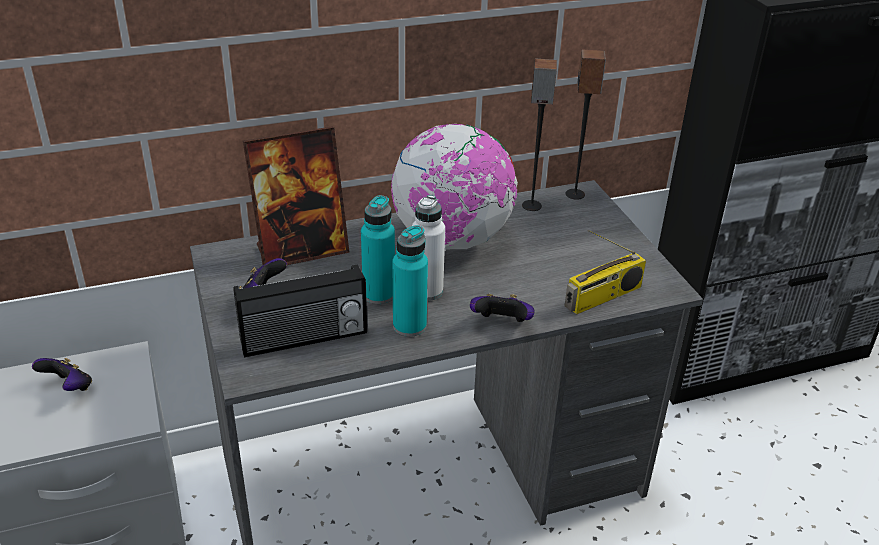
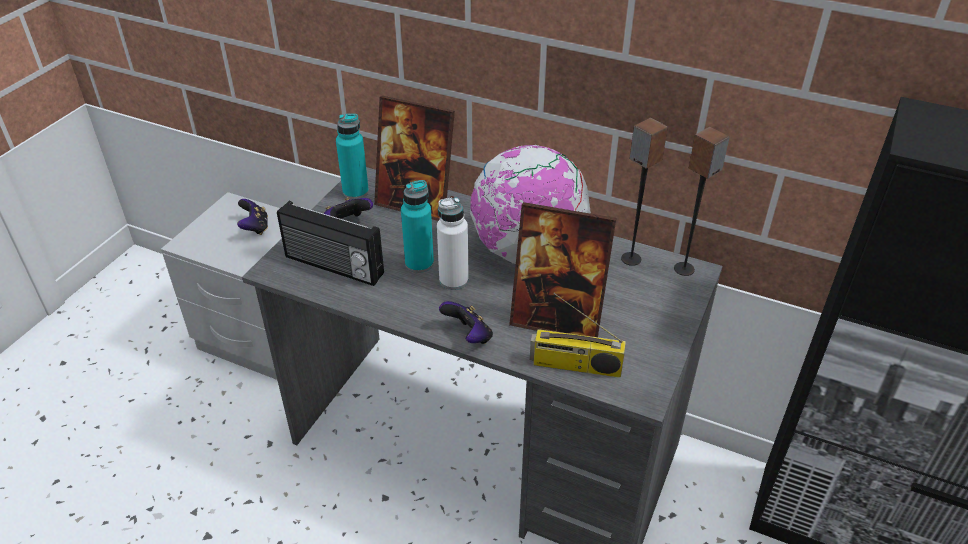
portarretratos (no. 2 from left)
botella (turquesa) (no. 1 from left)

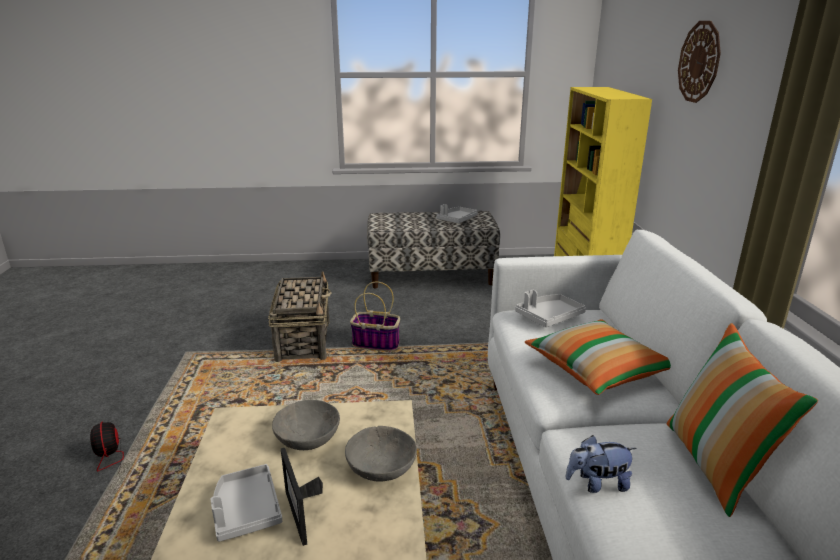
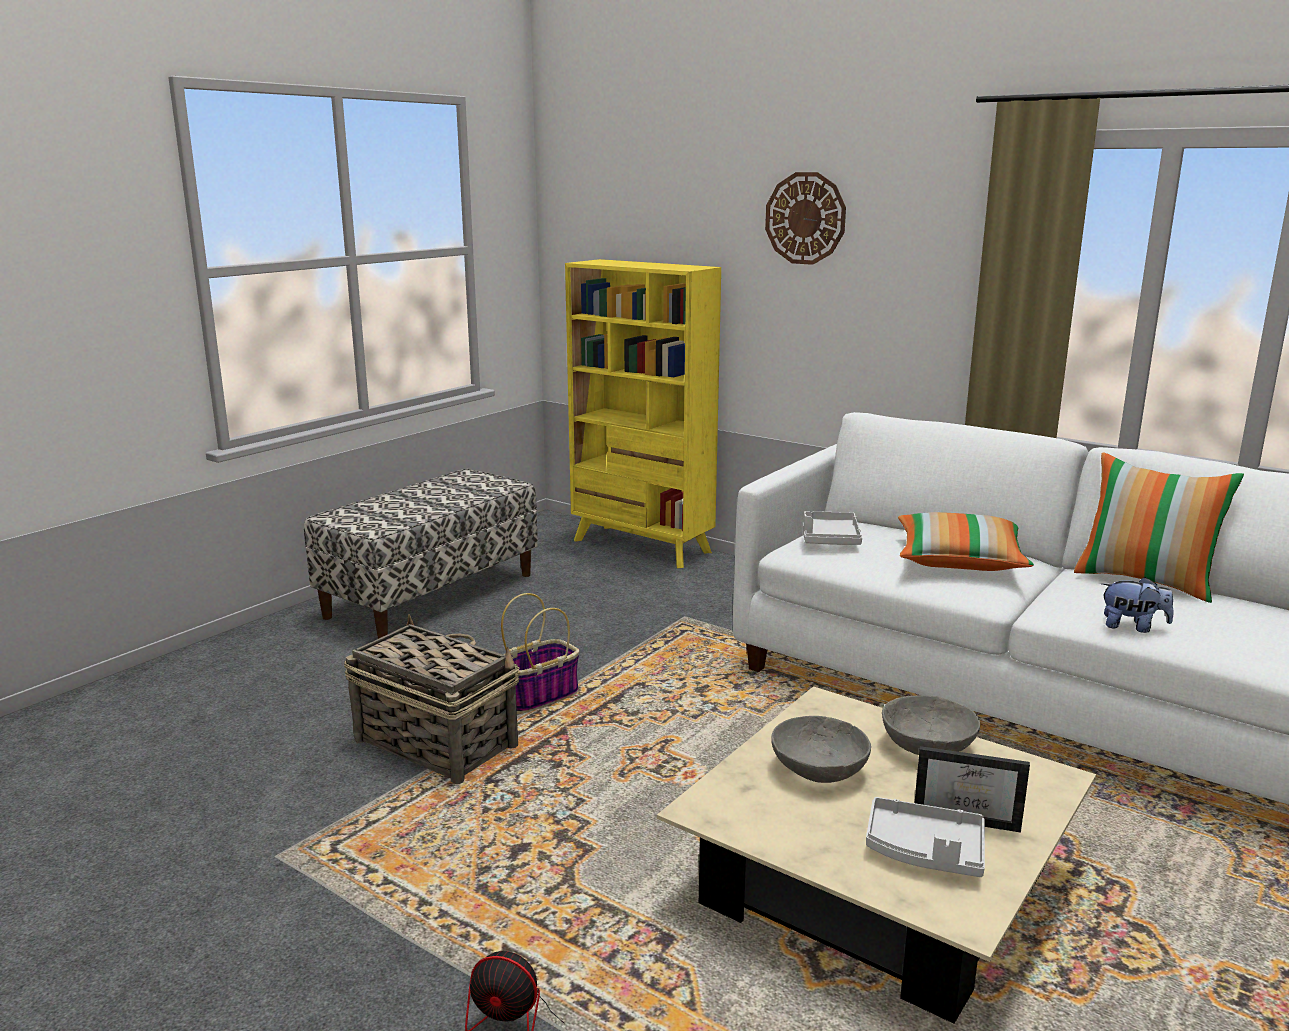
bandeja (gris) (no. 2 from left in the first image)
peluche

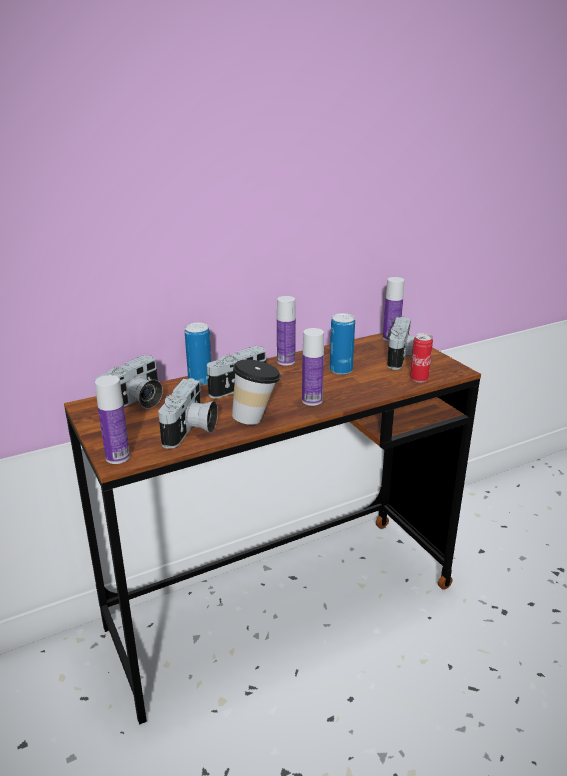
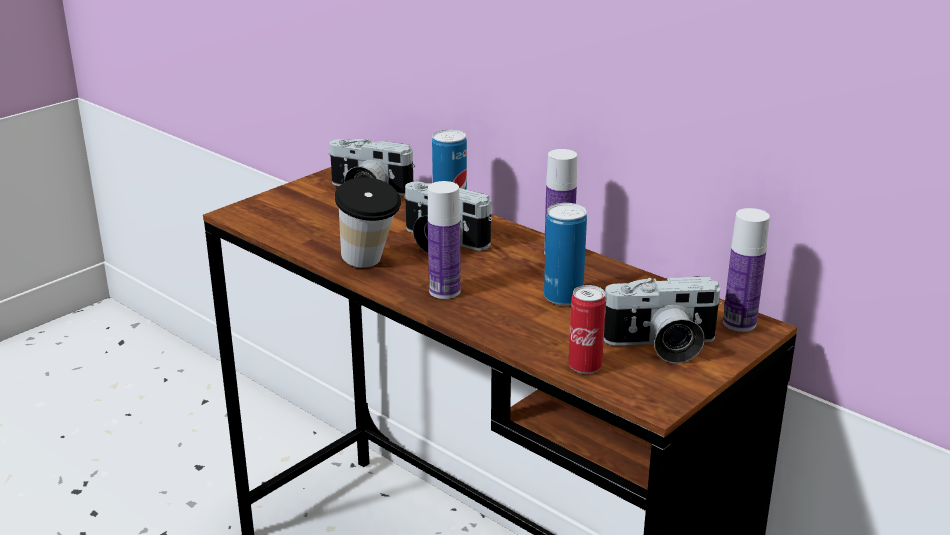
botella (no. 1 from left in the first image)
cámara (no. 2 from left in the first image)

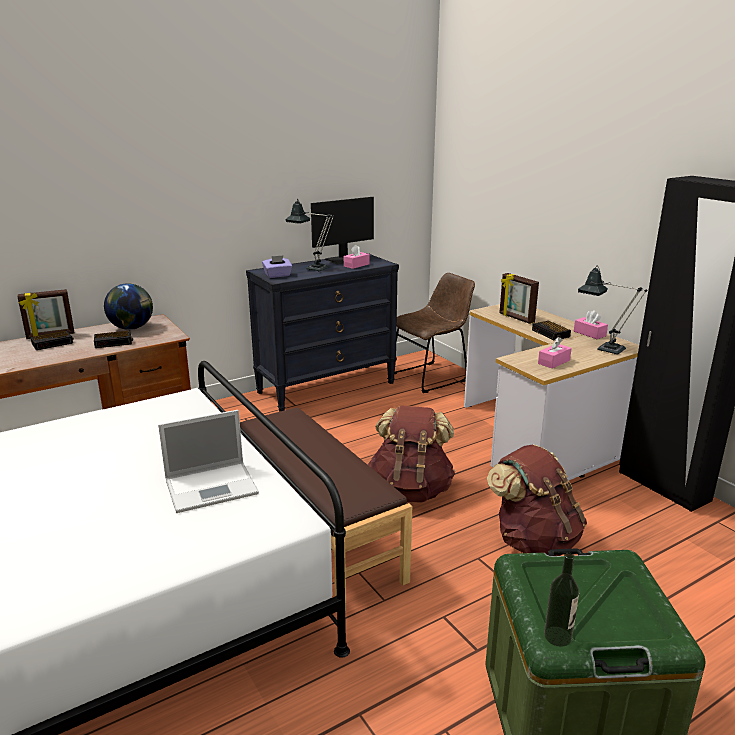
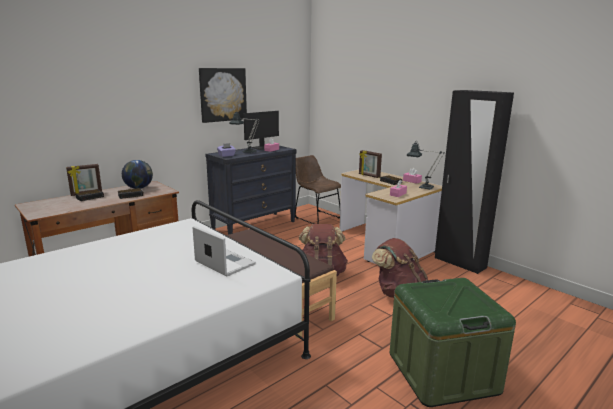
botella
cuadro
portátil
silla (marrón)

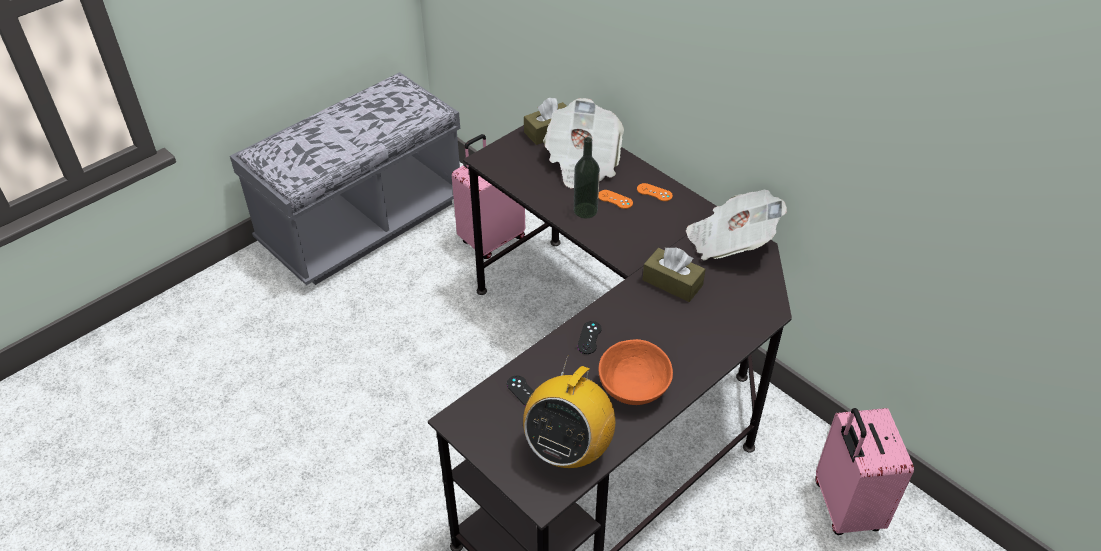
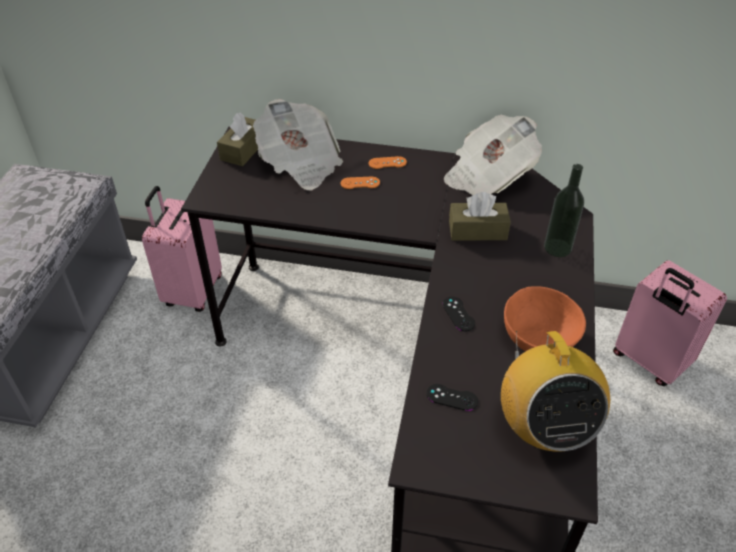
botella

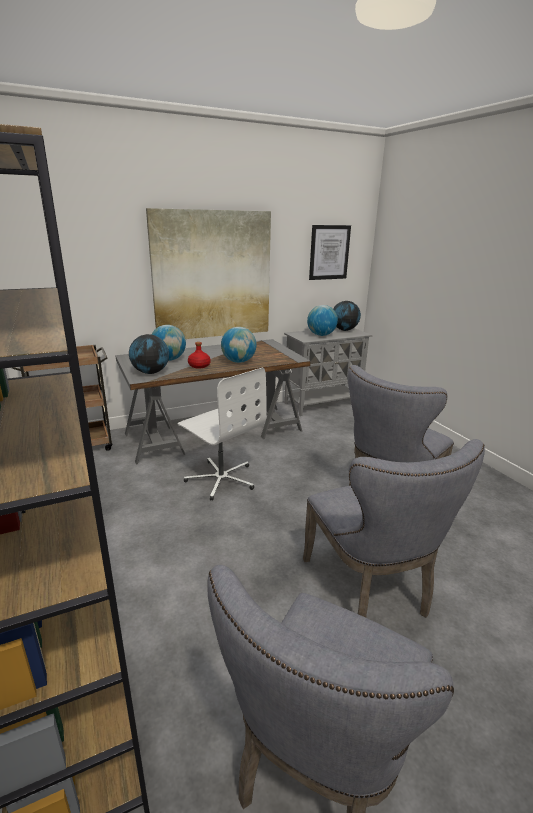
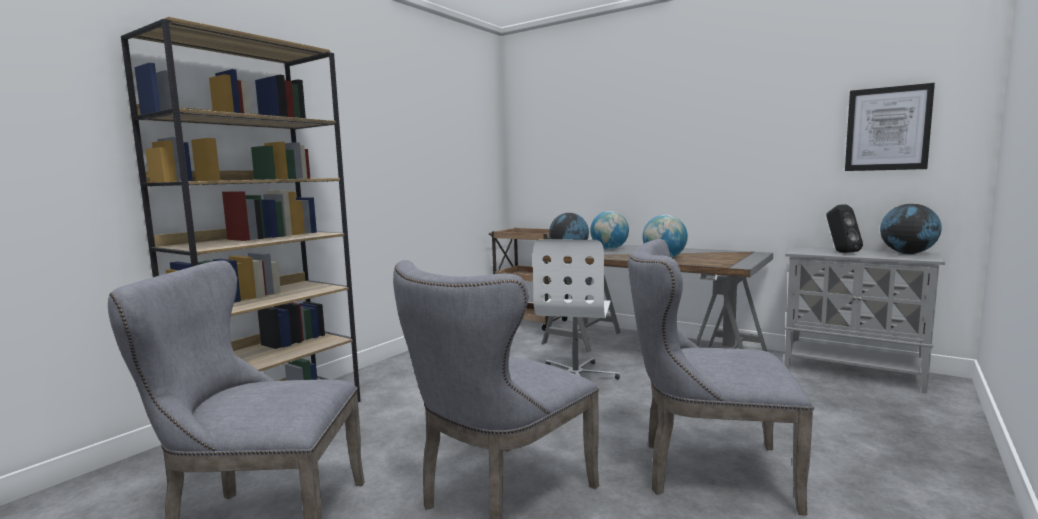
cuadro (no. 1 from left in the first image)
botella (rojo)
altavoz (negro)

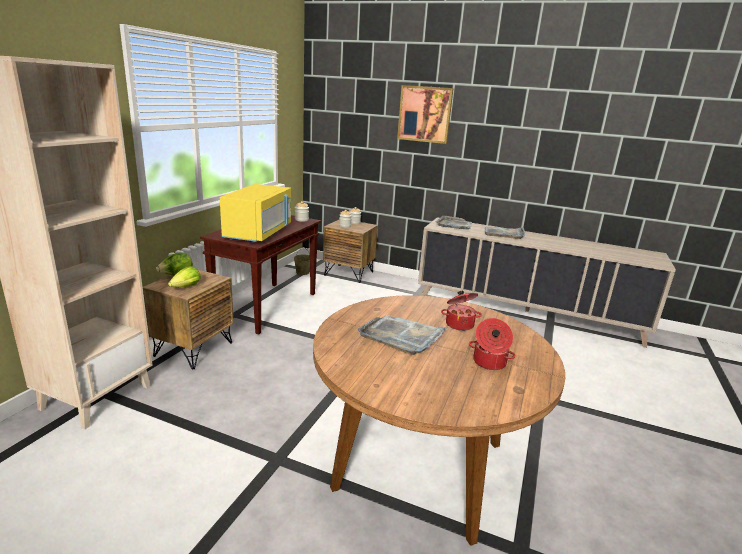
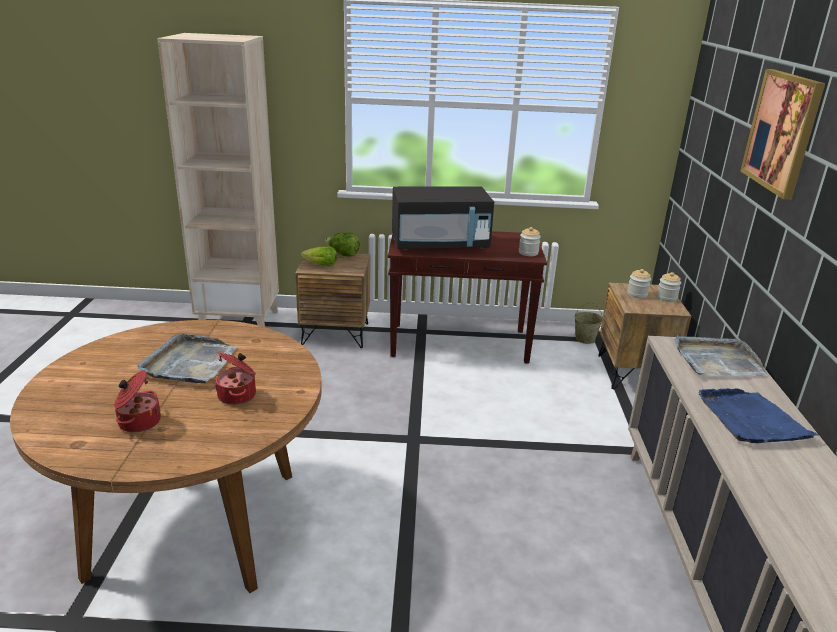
microondas (negro)
bandeja (azul)

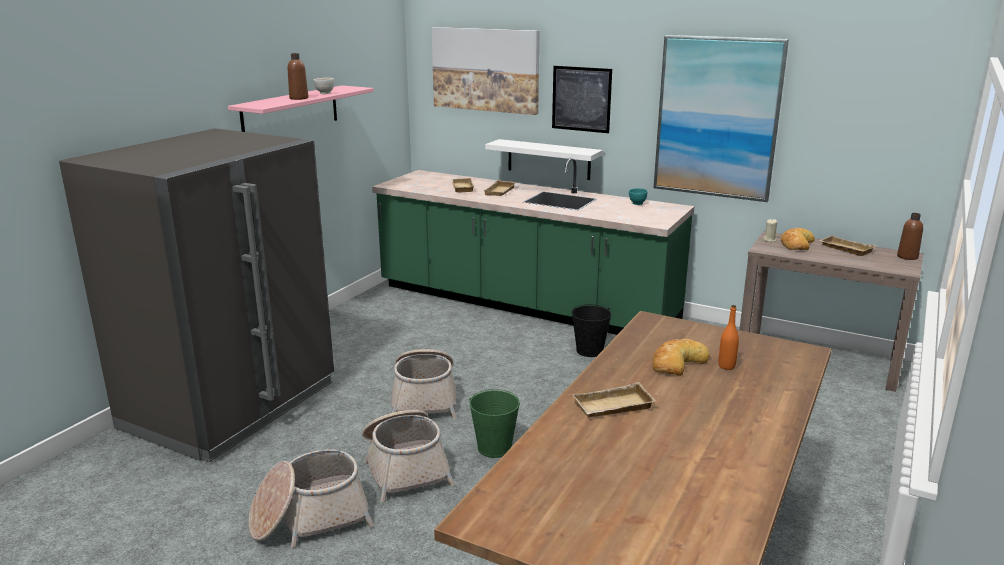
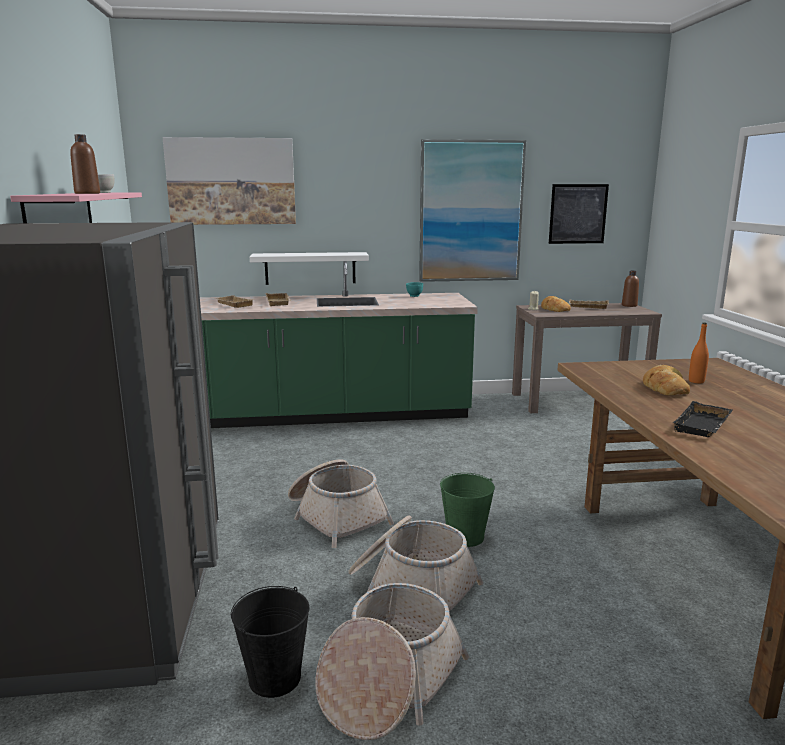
cuadro (no. 3 from left)
cubo (negro)
bandeja (negro)

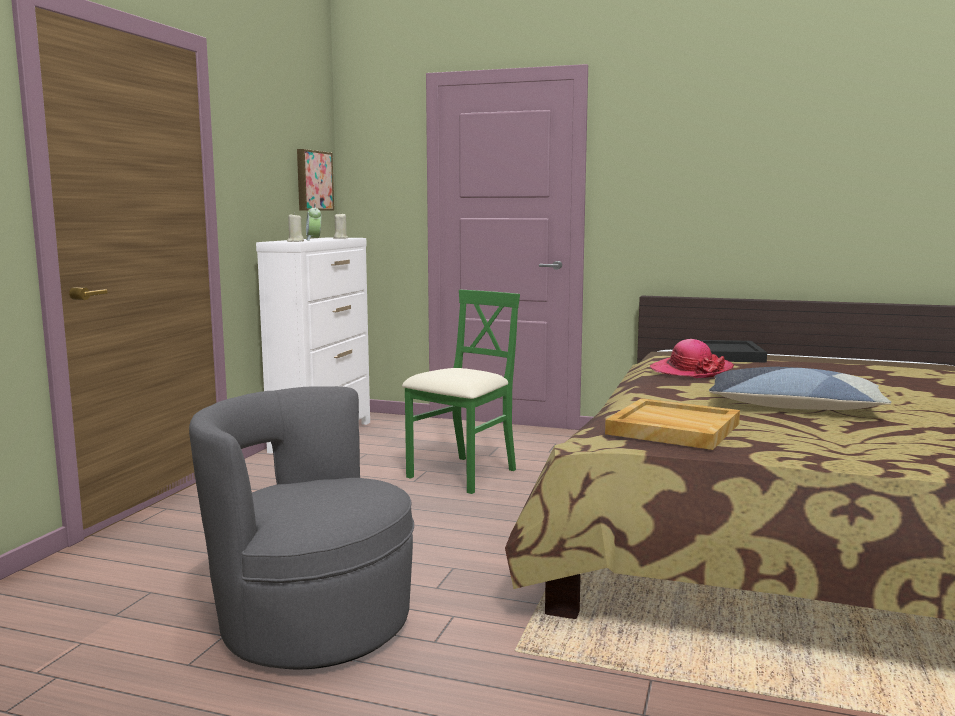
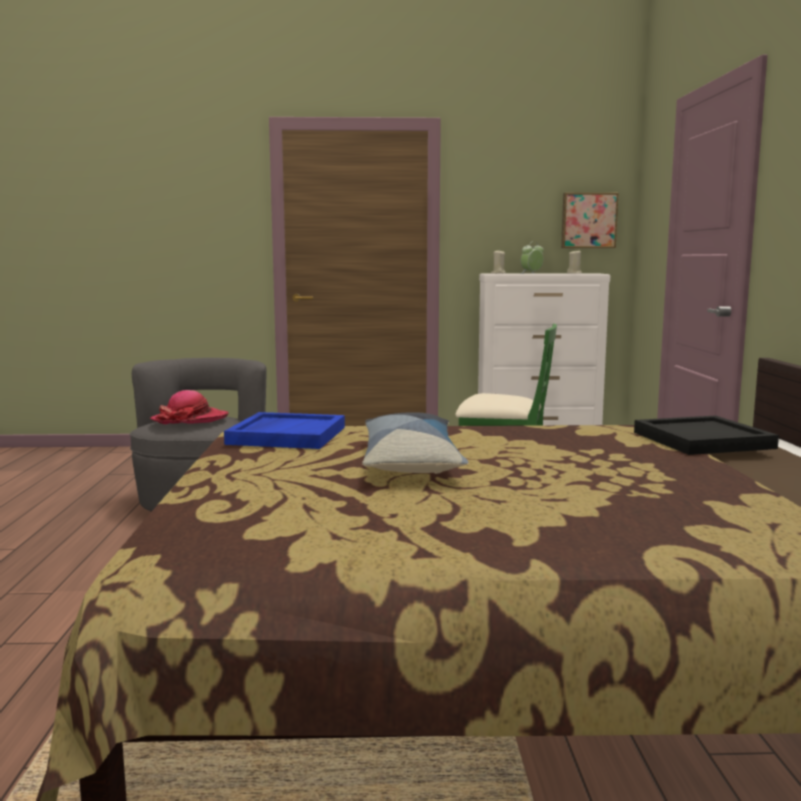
sombrero
bandeja (azul)

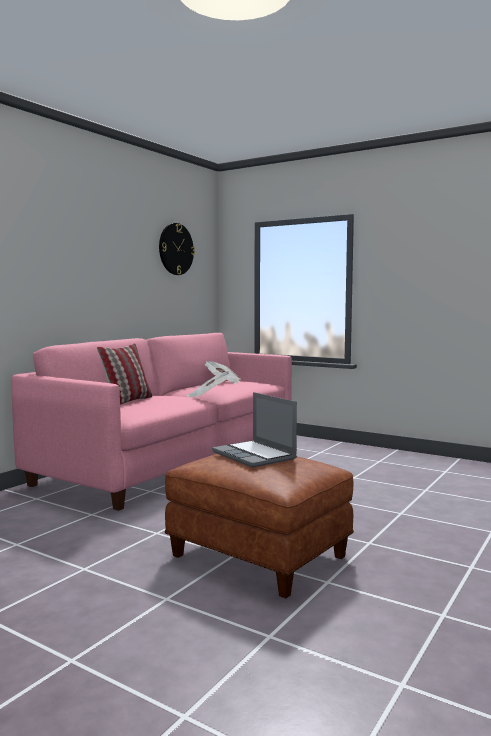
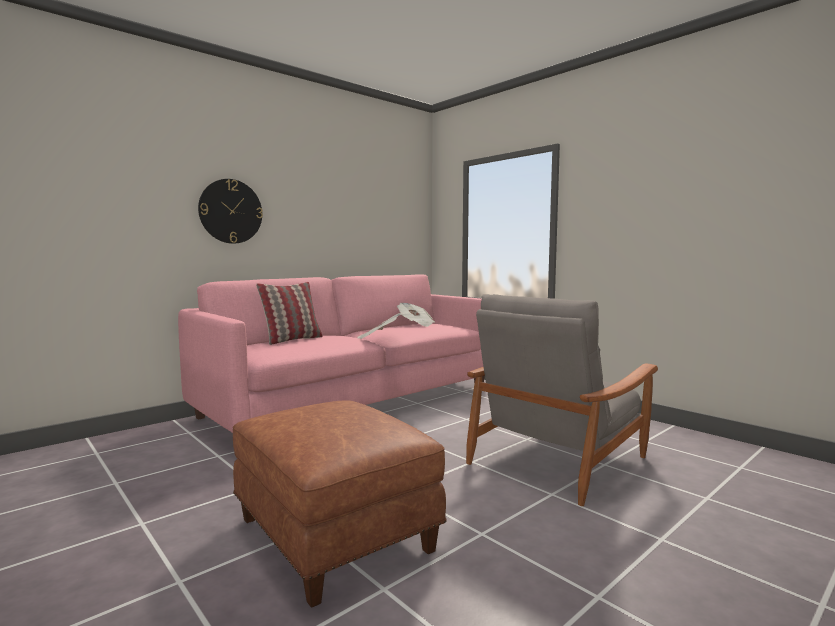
portátil
sillón (gris)
reloj de pared

